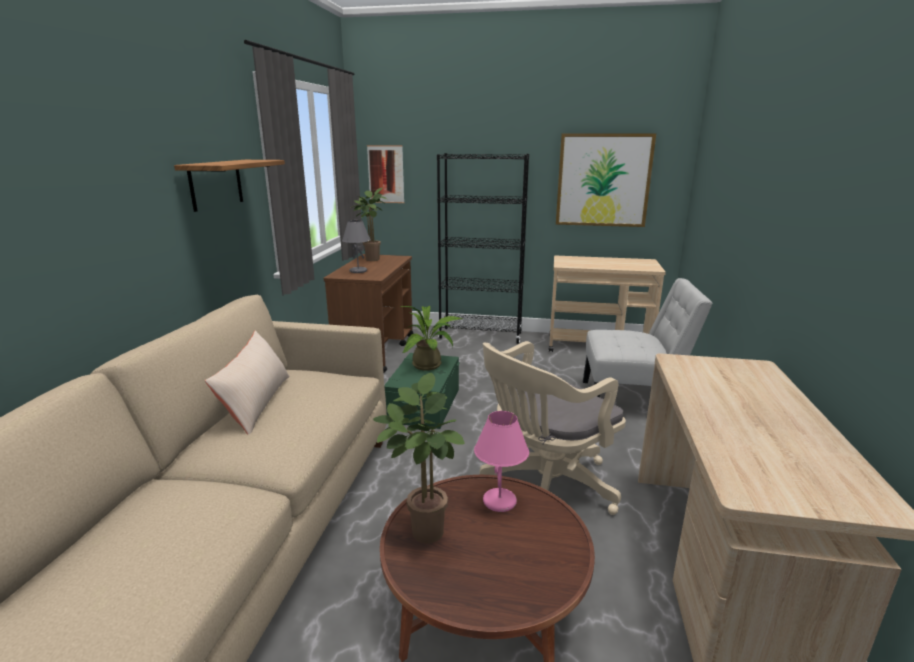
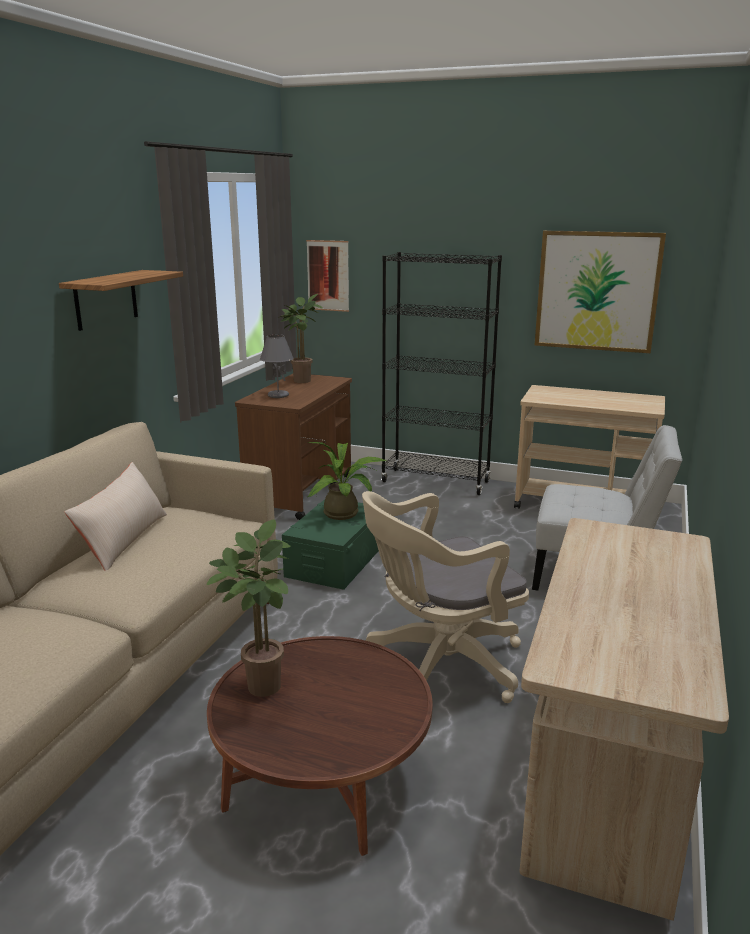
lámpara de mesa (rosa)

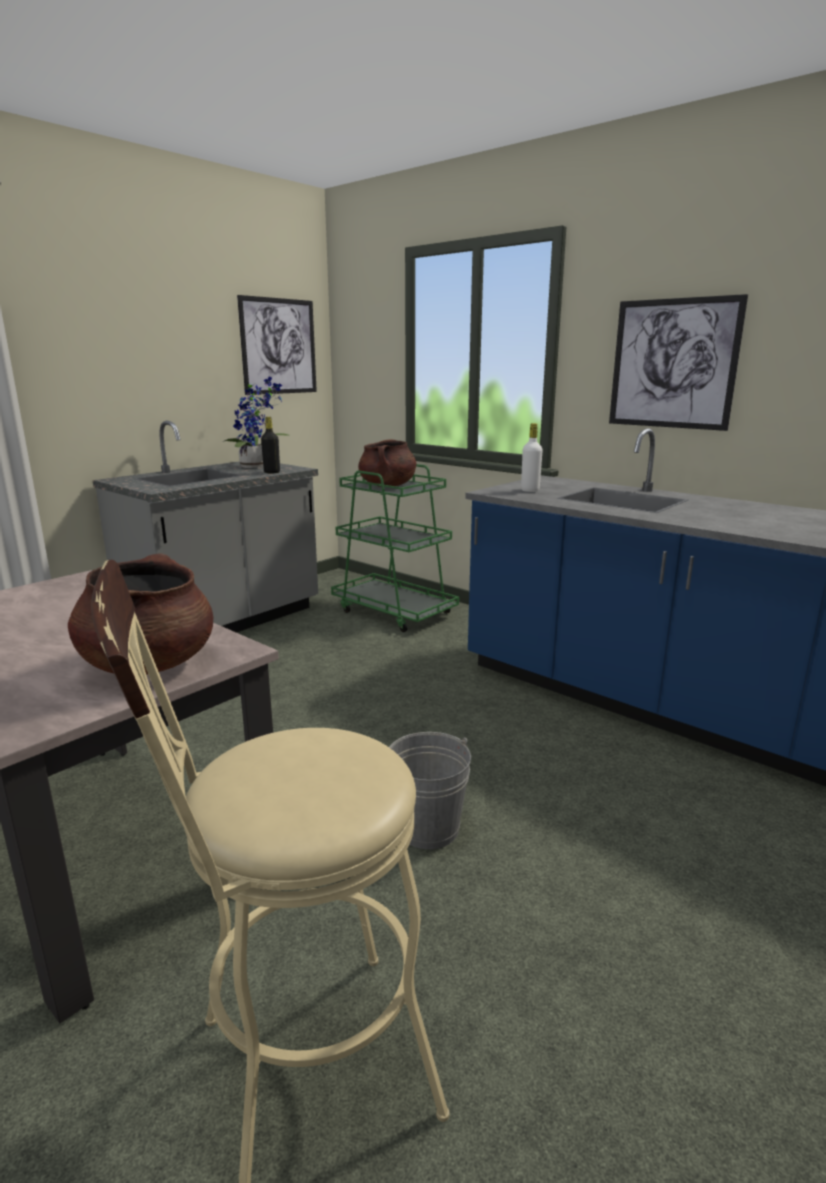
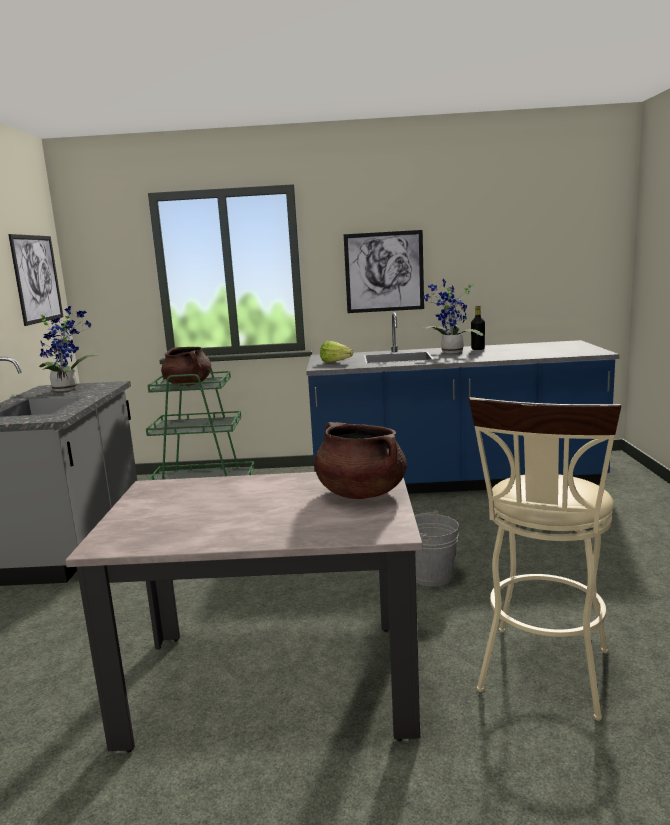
planta en maceta (no. 2 from left)
botella (negro)
lechuga

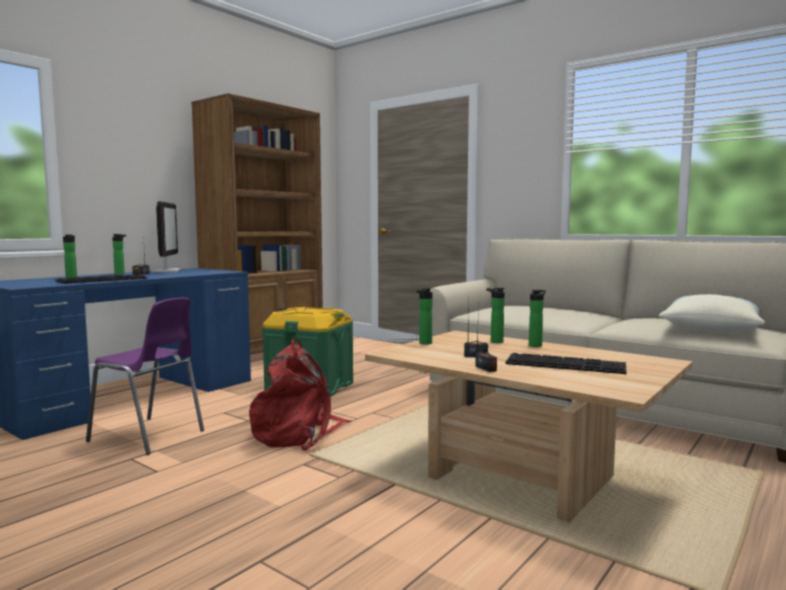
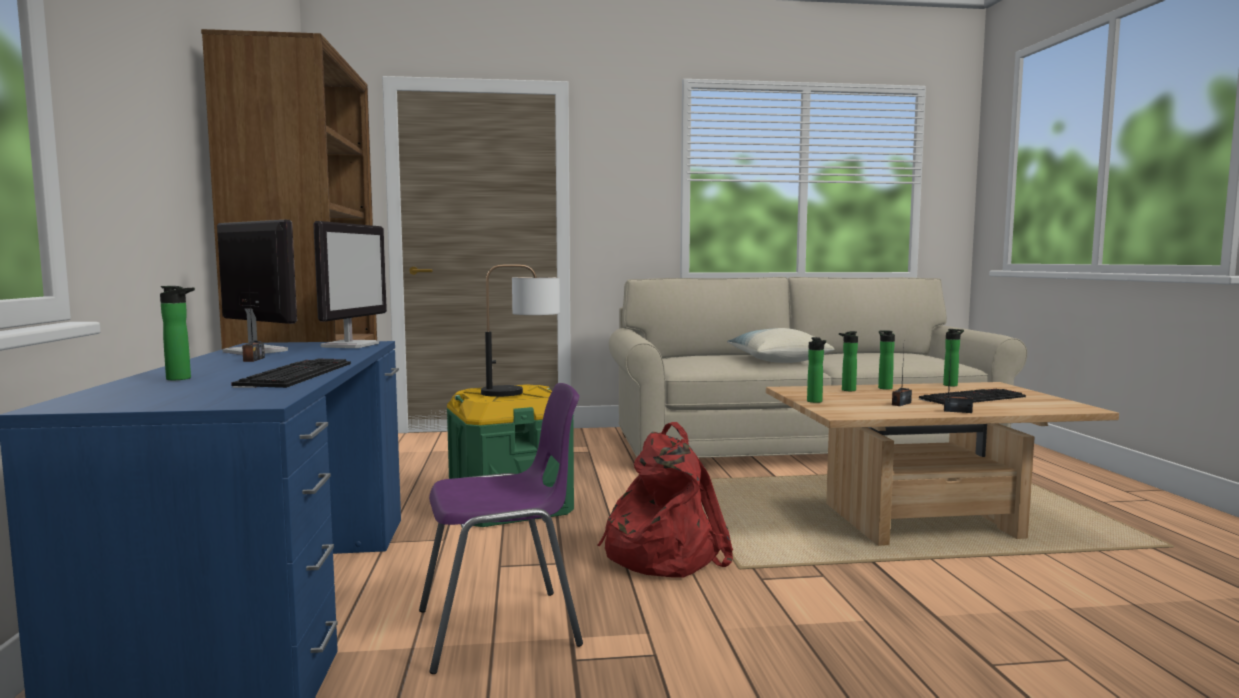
monitor (no. 2 from left)
lámpara de mesa
botella (no. 5 from left)
cojín

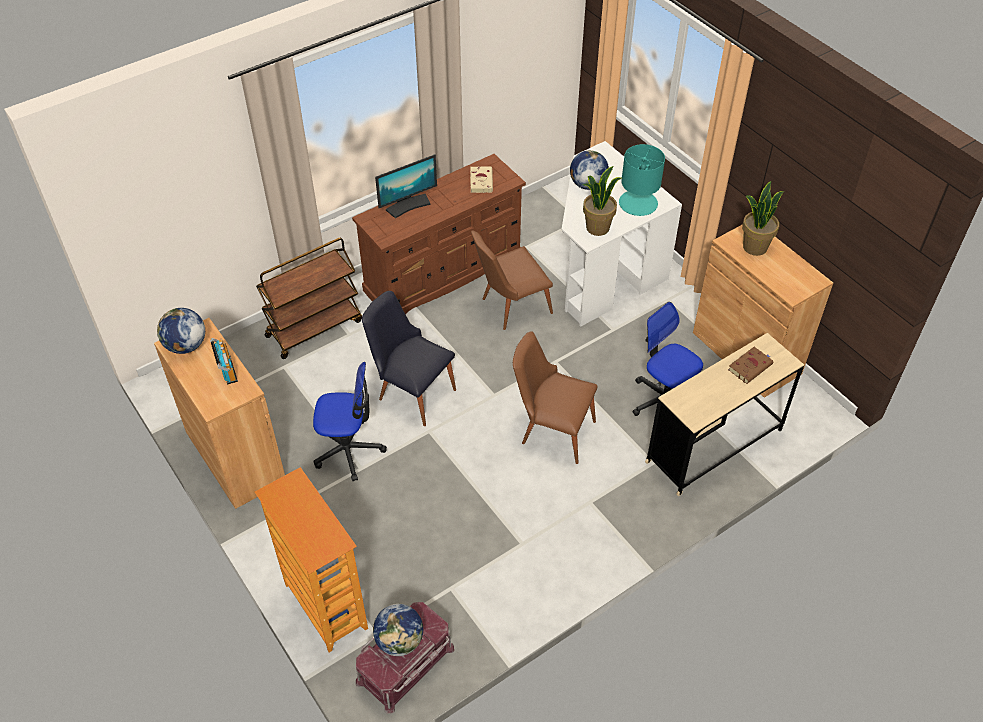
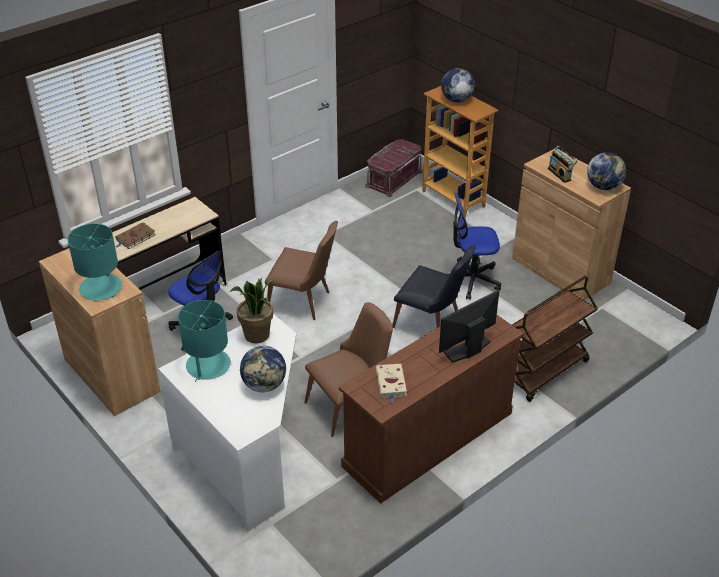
globo terráqueo (no. 2 from left)
lámpara de mesa (turquesa) (no. 1 from left)

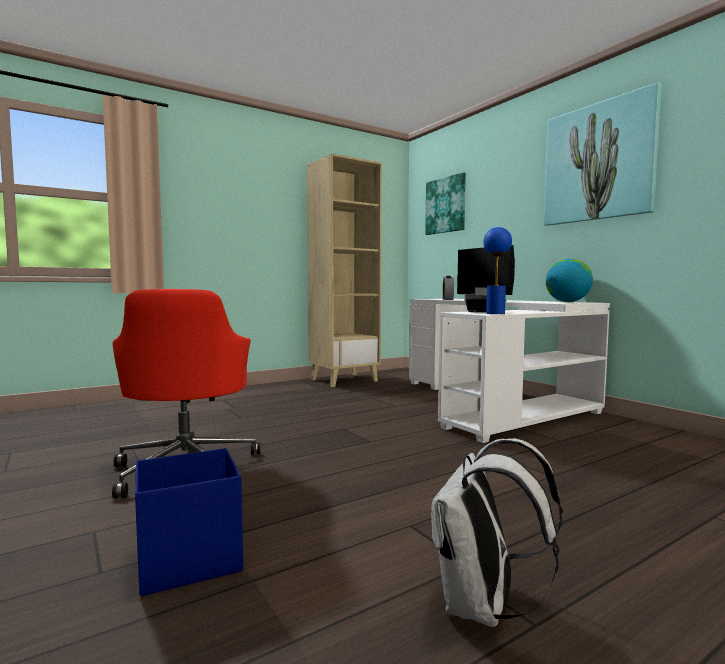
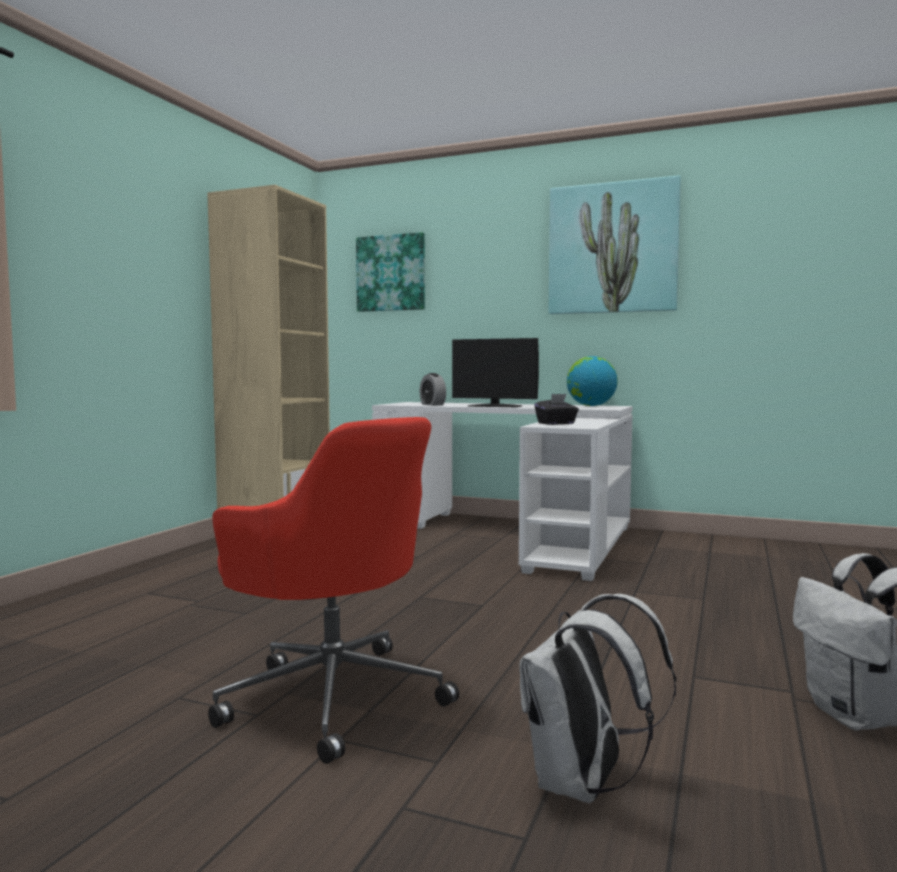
lámpara de mesa (azul)
mochila (blanco) (no. 1 from left)

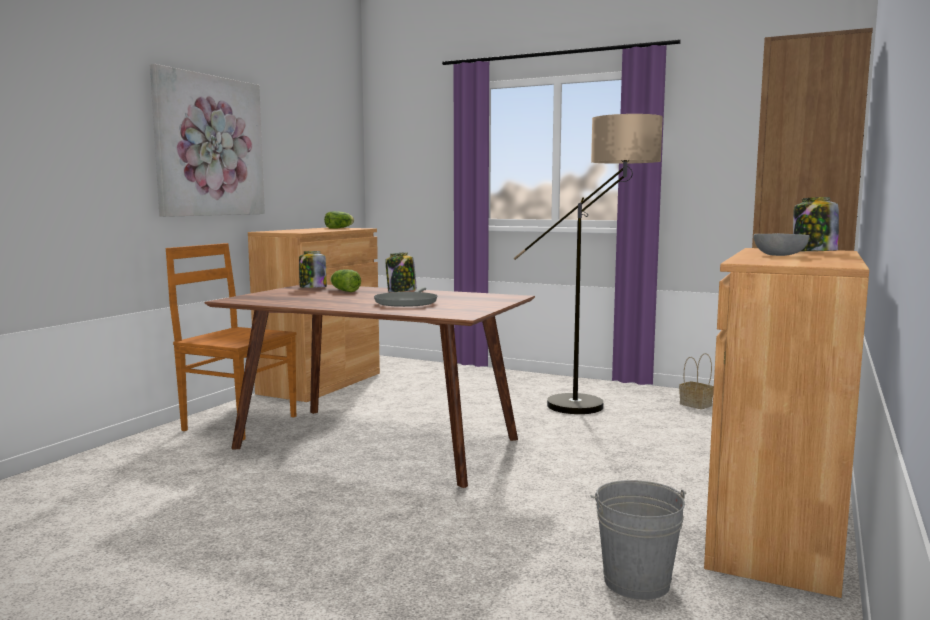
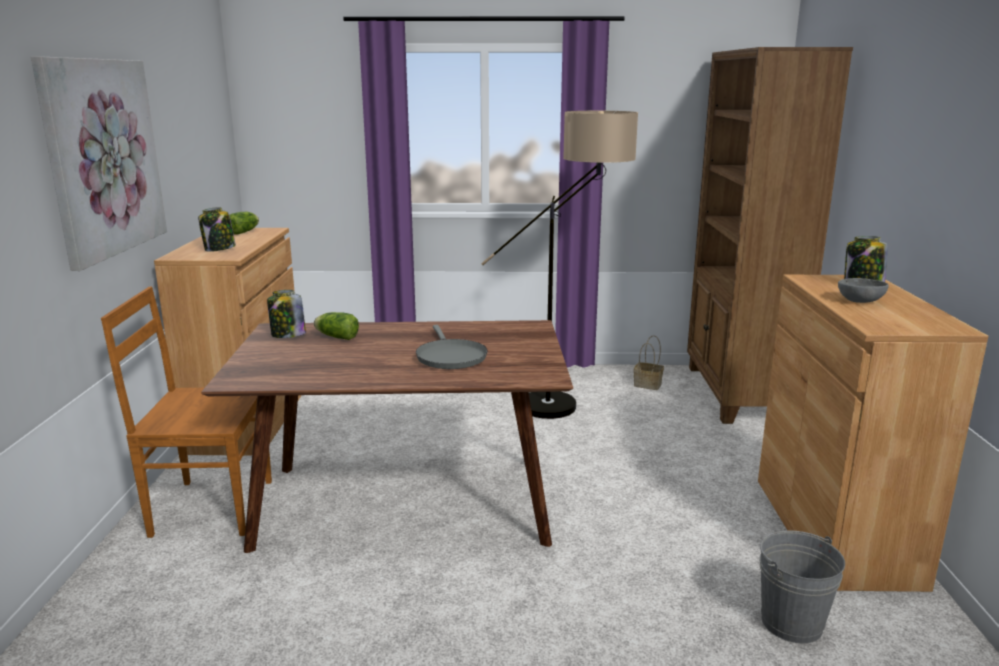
tarro (no. 1 from left)

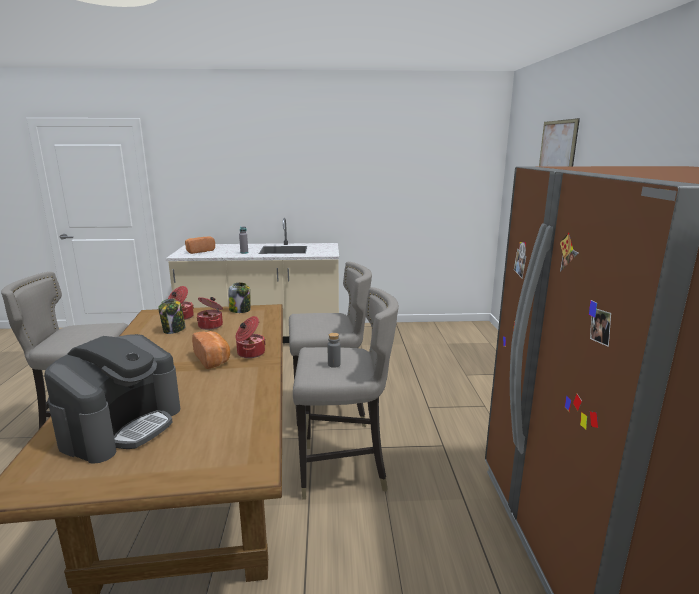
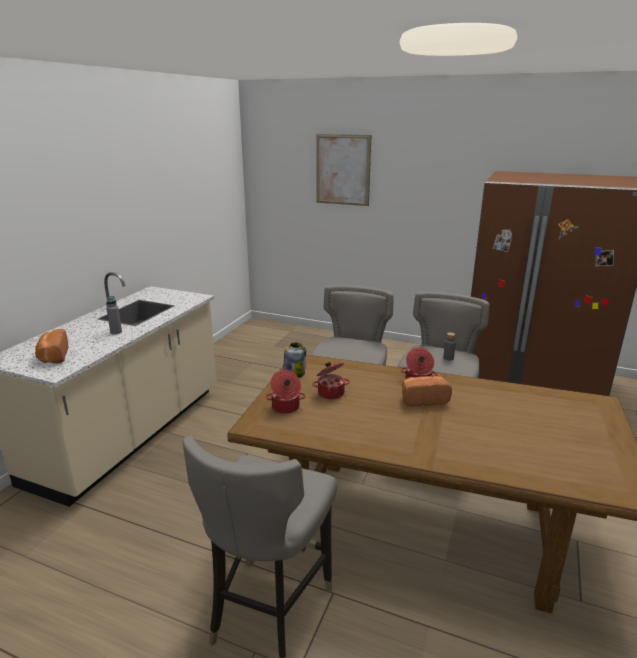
cafetera
tarro (no. 1 from left in the first image)

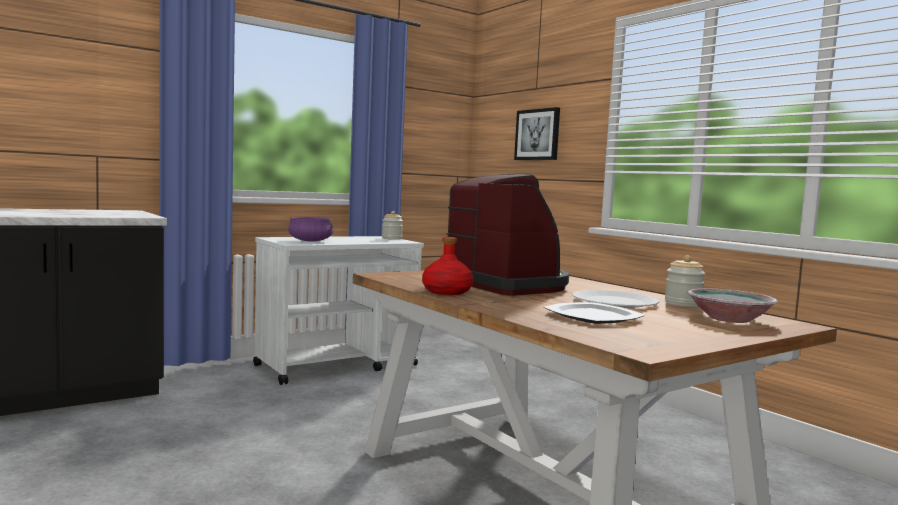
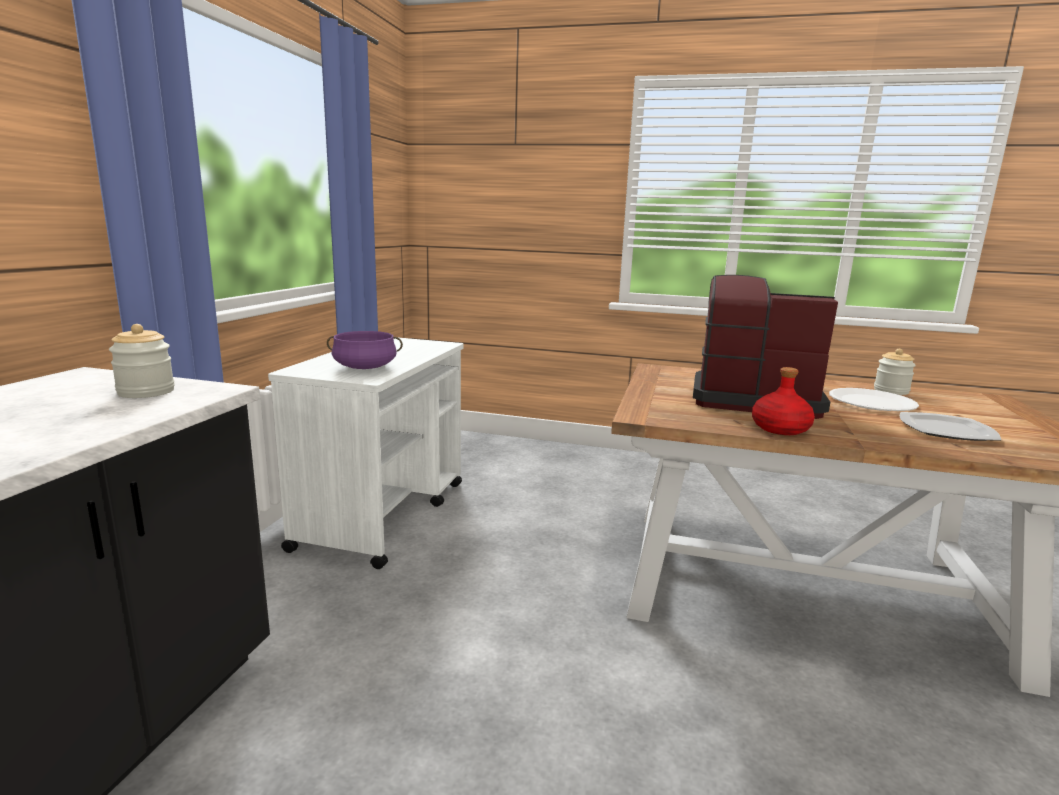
cuadro
cuenco
tarro (no. 1 from left)

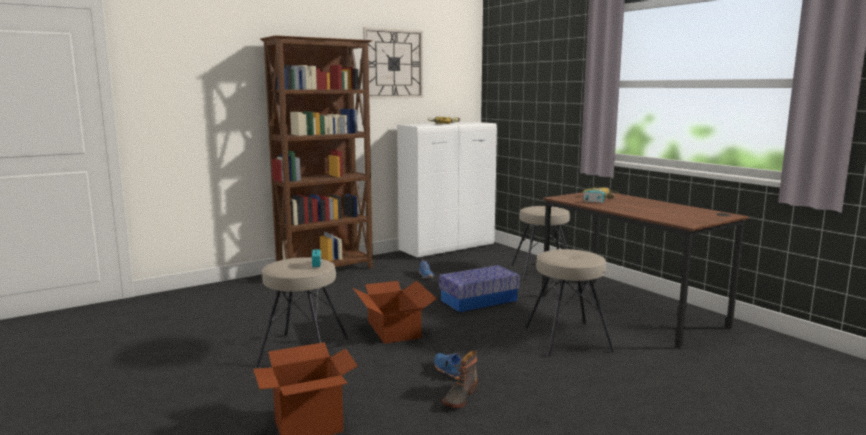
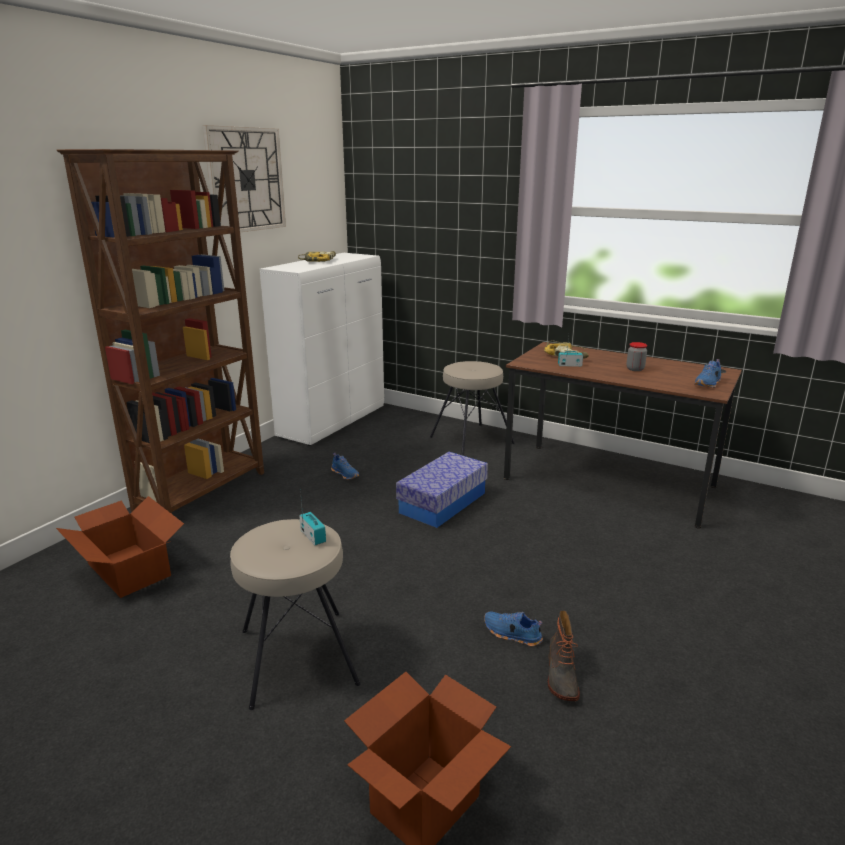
taburete (beis) (no. 3 from left in the first image)
tarro
zapato (azul) (no. 3 from left)
caja de cartón (no. 1 from left)

